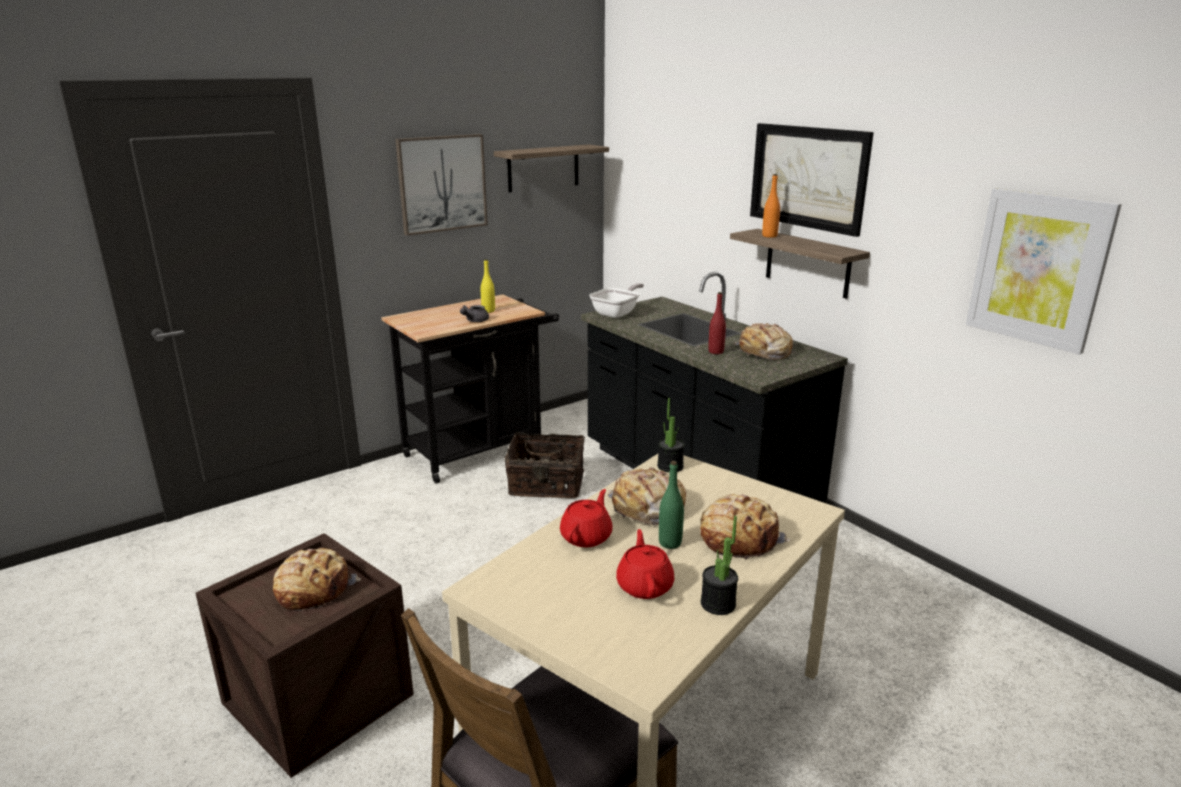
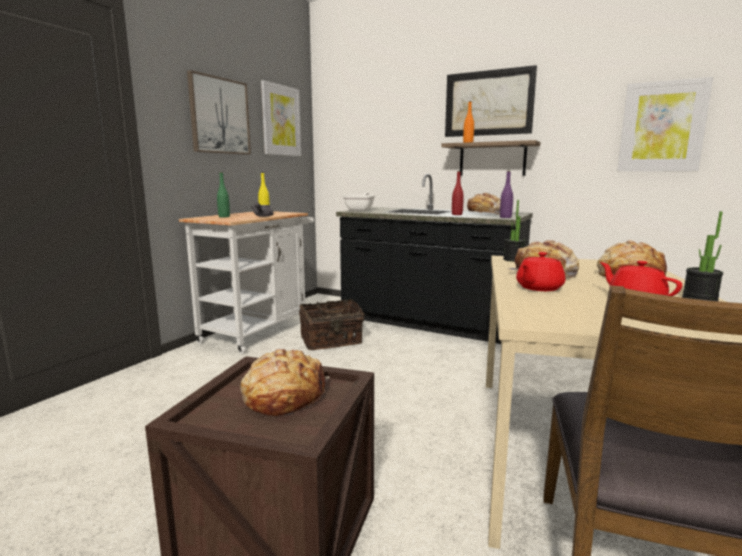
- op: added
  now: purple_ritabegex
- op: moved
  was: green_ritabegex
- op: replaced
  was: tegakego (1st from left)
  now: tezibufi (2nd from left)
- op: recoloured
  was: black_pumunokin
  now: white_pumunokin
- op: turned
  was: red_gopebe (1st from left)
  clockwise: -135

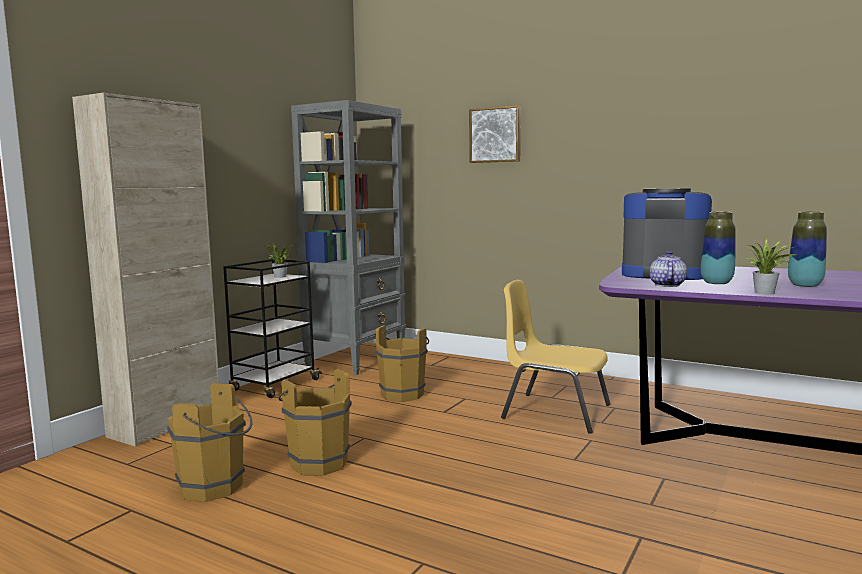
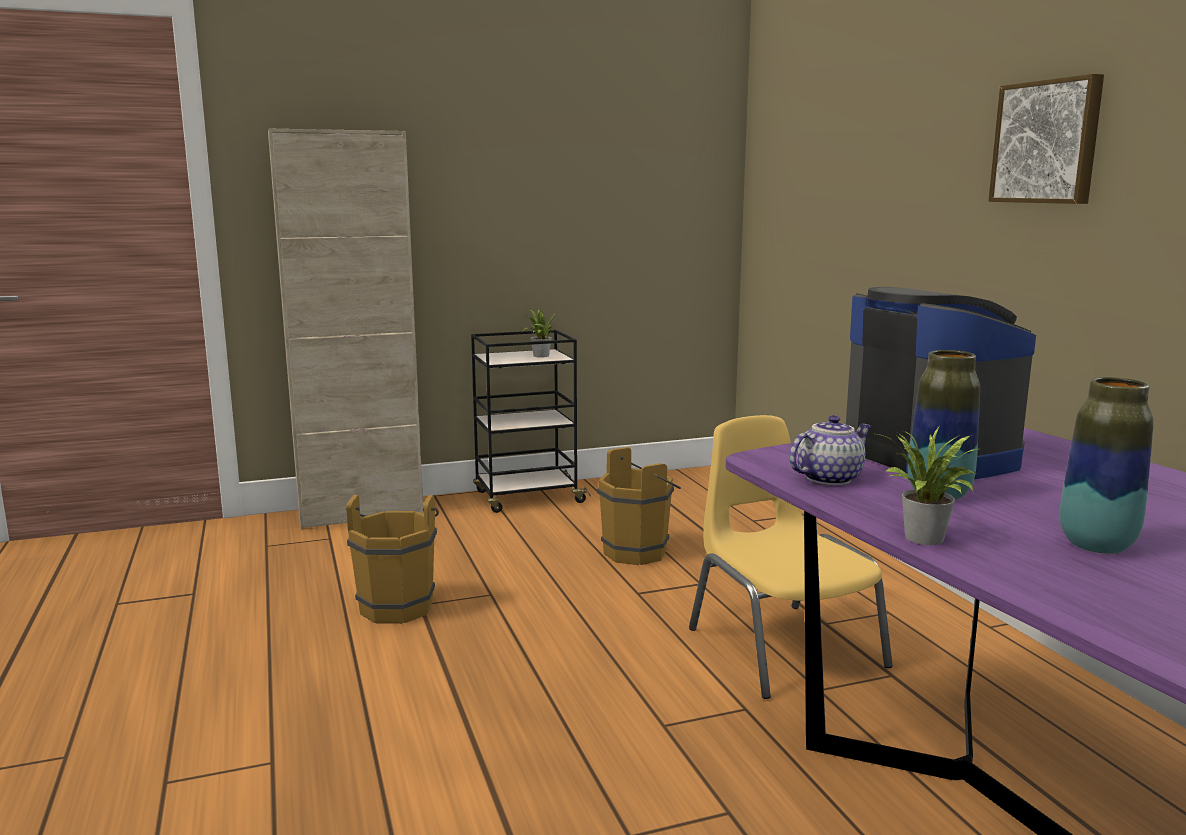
- op: removed
  was: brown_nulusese (1st from left)
- op: removed
  was: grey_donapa
- op: moved
  was: tezibufi

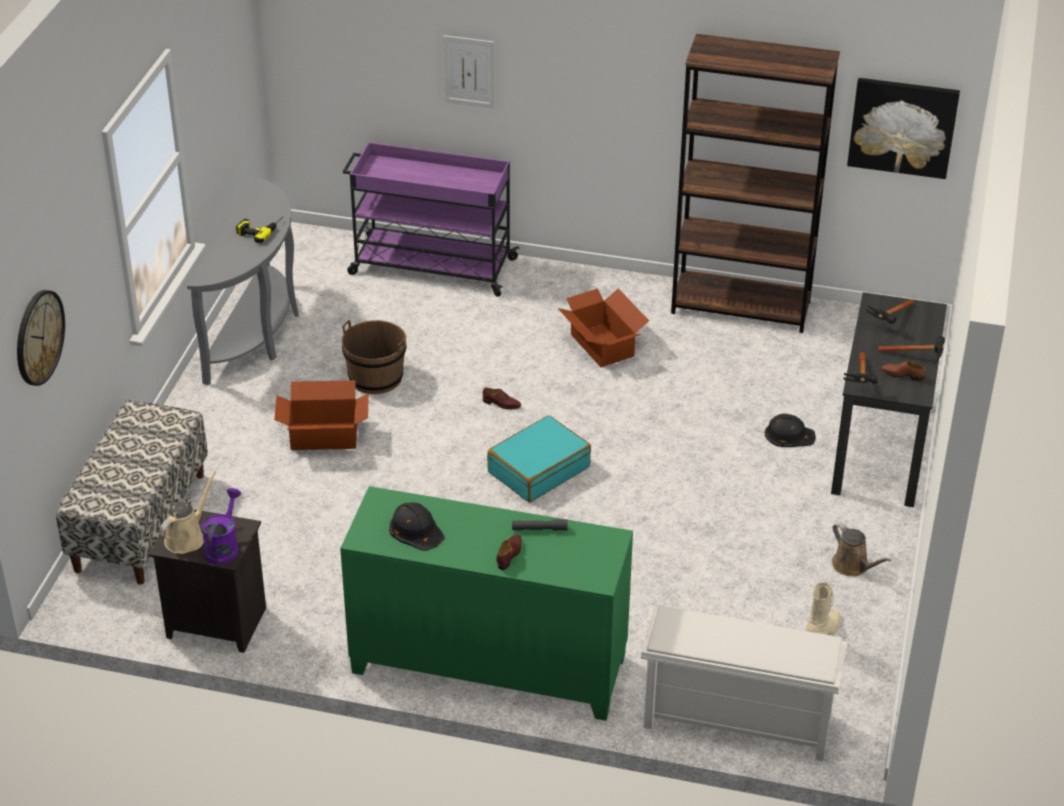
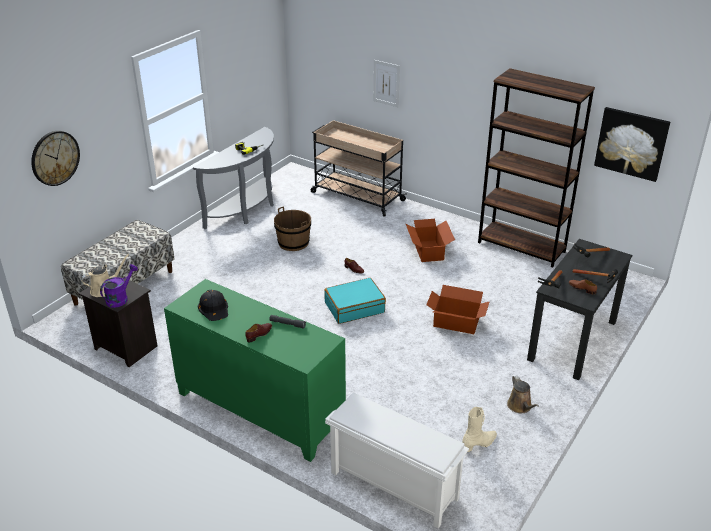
- op: removed
  was: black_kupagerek (2nd from left)
- op: moved
  was: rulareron (1st from left in the first image)
  now: rulareron (2nd from left)
- op: recoloured
  was: purple_pumunokin
  now: beige_pumunokin

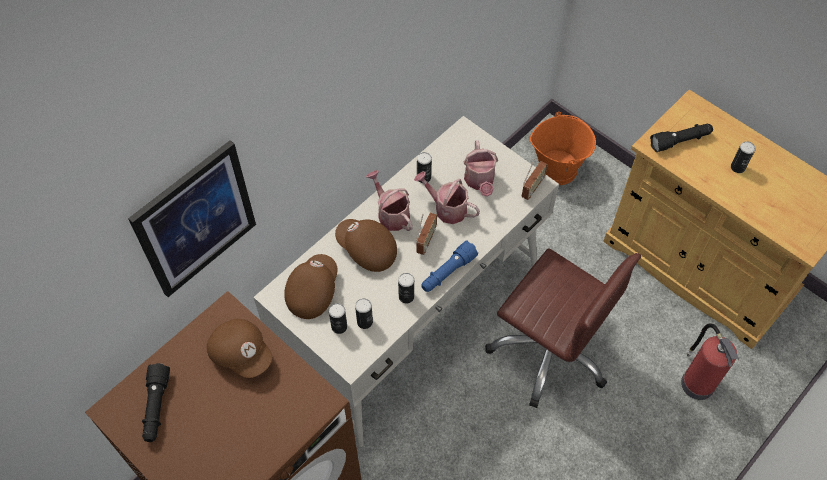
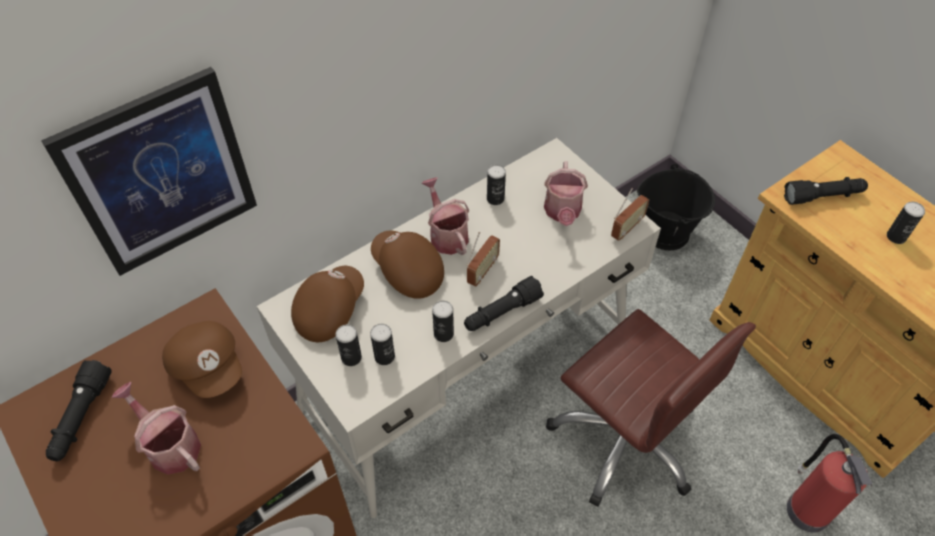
- op: moved
  was: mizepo (2nd from left in the first image)
  now: mizepo (1st from left)
- op: recoloured
  was: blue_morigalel
  now: black_morigalel (2nd from left)
- op: recoloured
  was: orange_nulusese
  now: black_nulusese

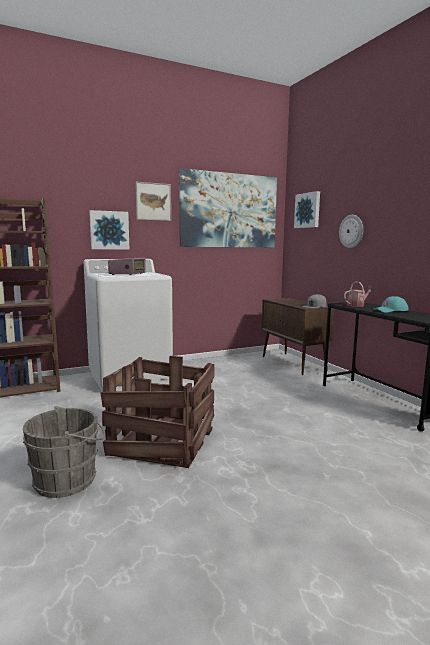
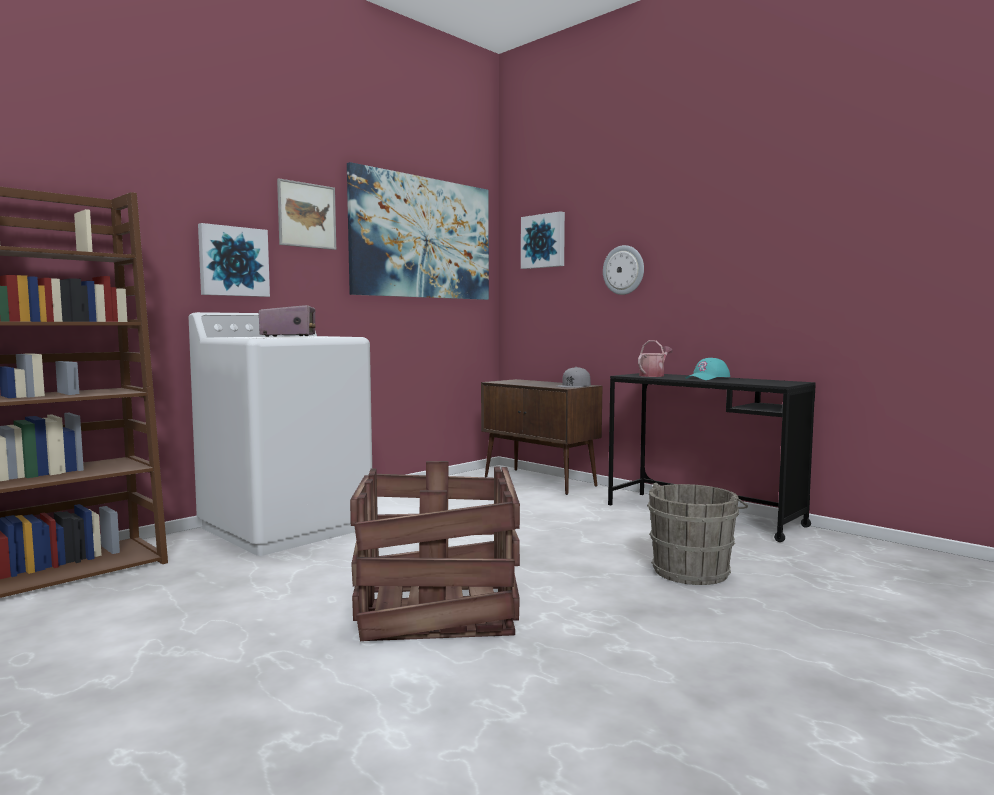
- op: moved
  was: grey_nulusese

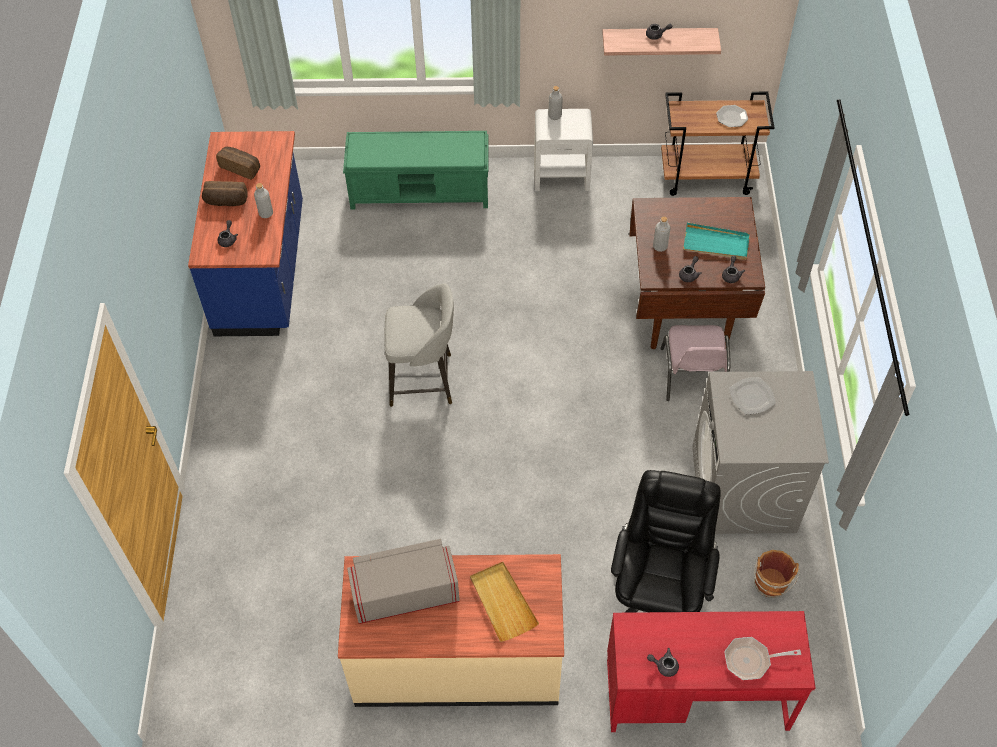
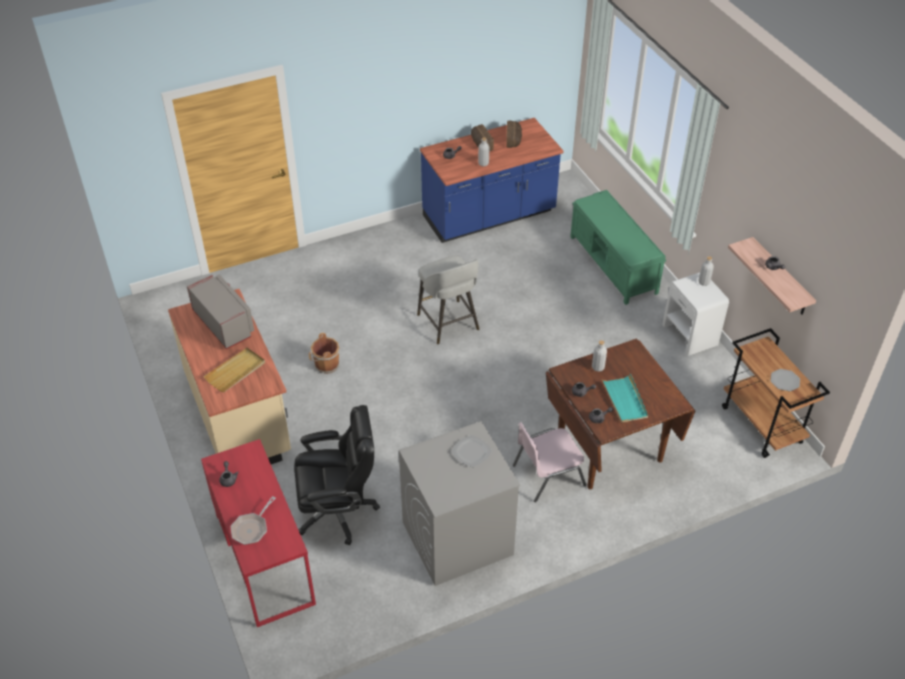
- op: moved
  was: brown_nulusese
- op: turned
  was: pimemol
  clockwise: -120

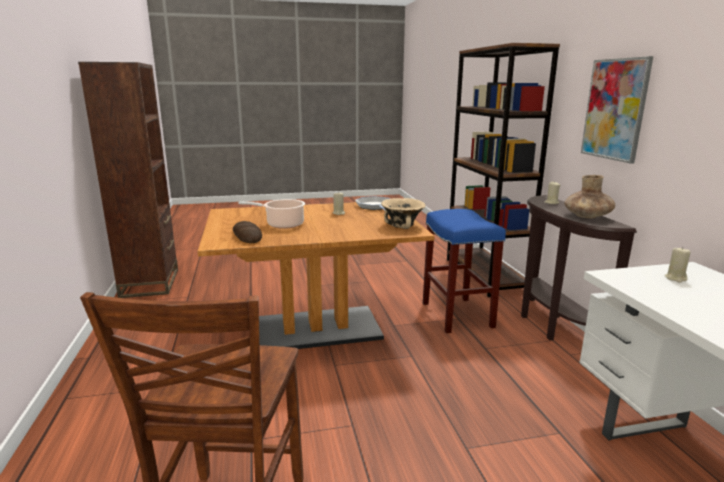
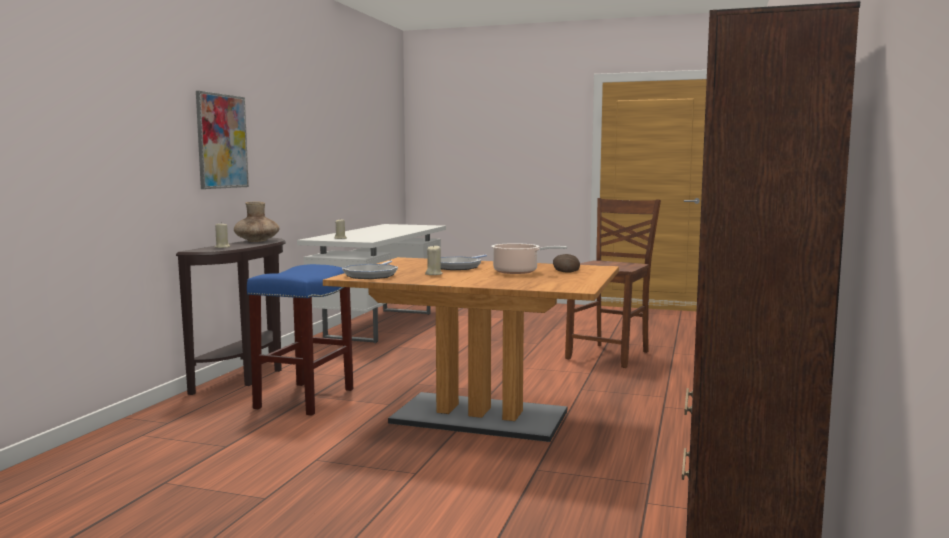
- op: removed
  was: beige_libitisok
- op: removed
  was: brown_donapa (2nd from left)
- op: added
  now: pimemol (2nd from left)

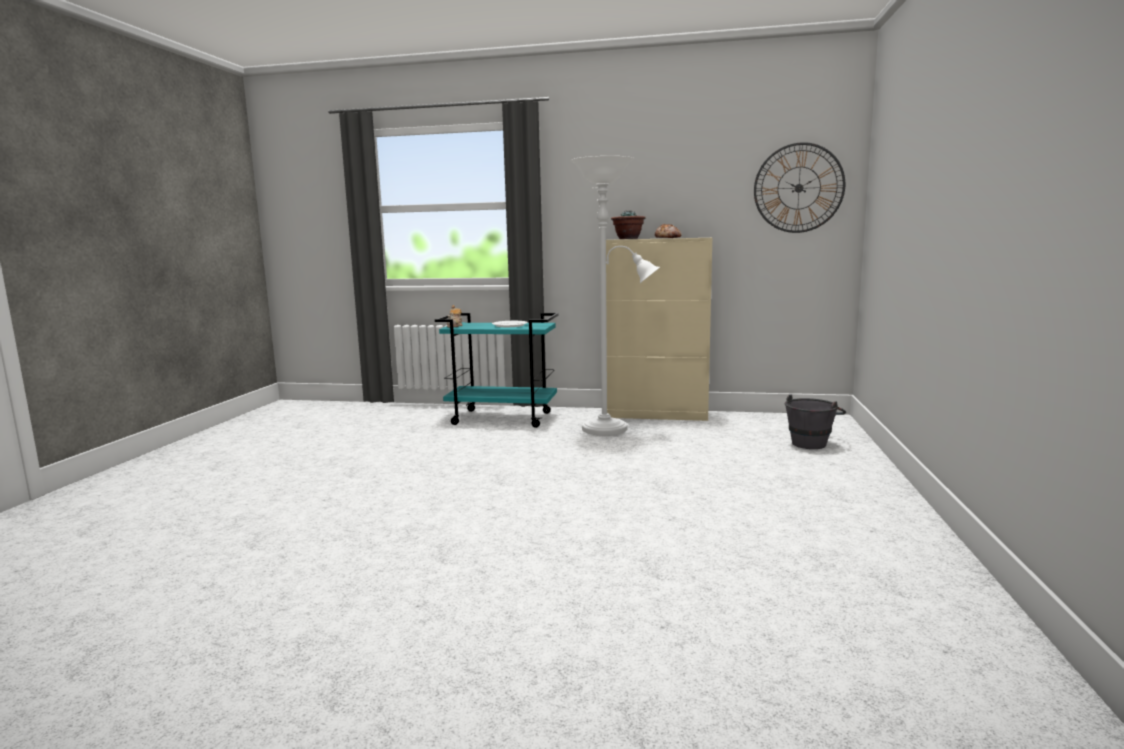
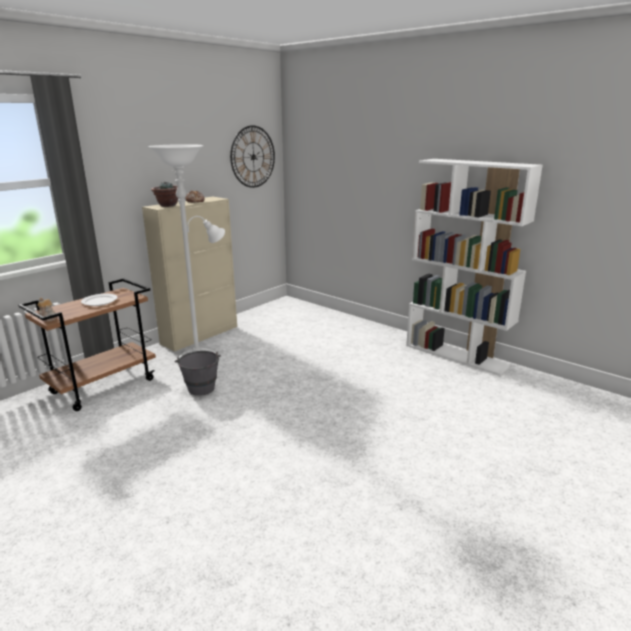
- op: added
  now: white_donapa
- op: moved
  was: grey_nulusese
- op: recoloured
  was: turquoise_pumunokin
  now: brown_pumunokin

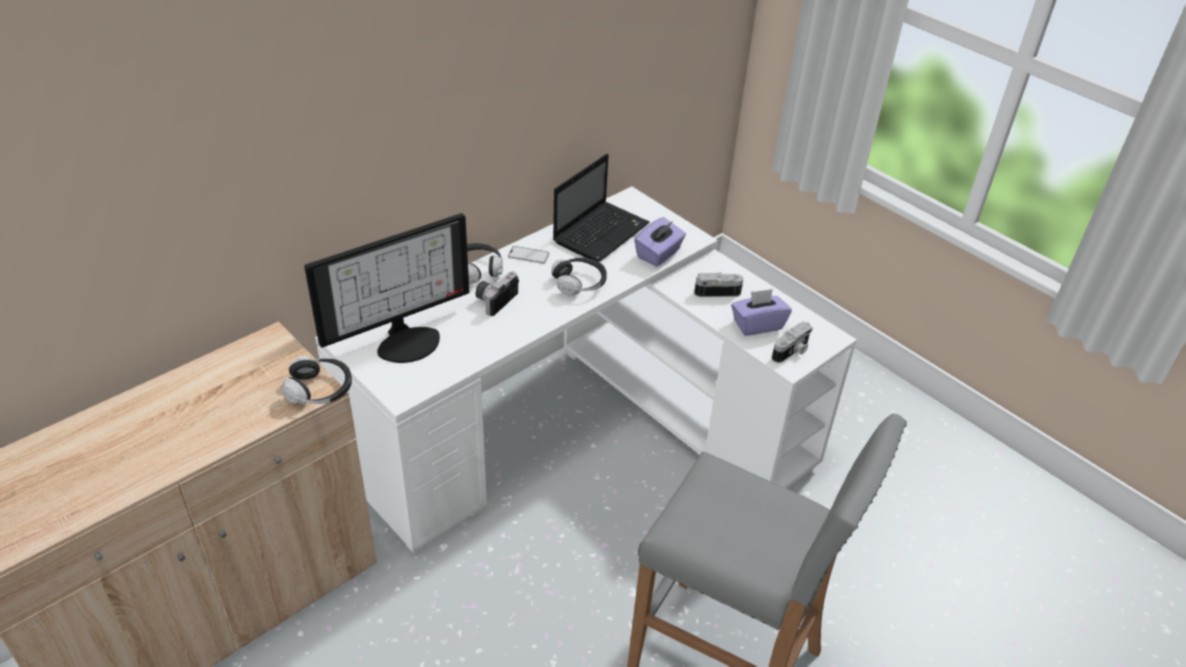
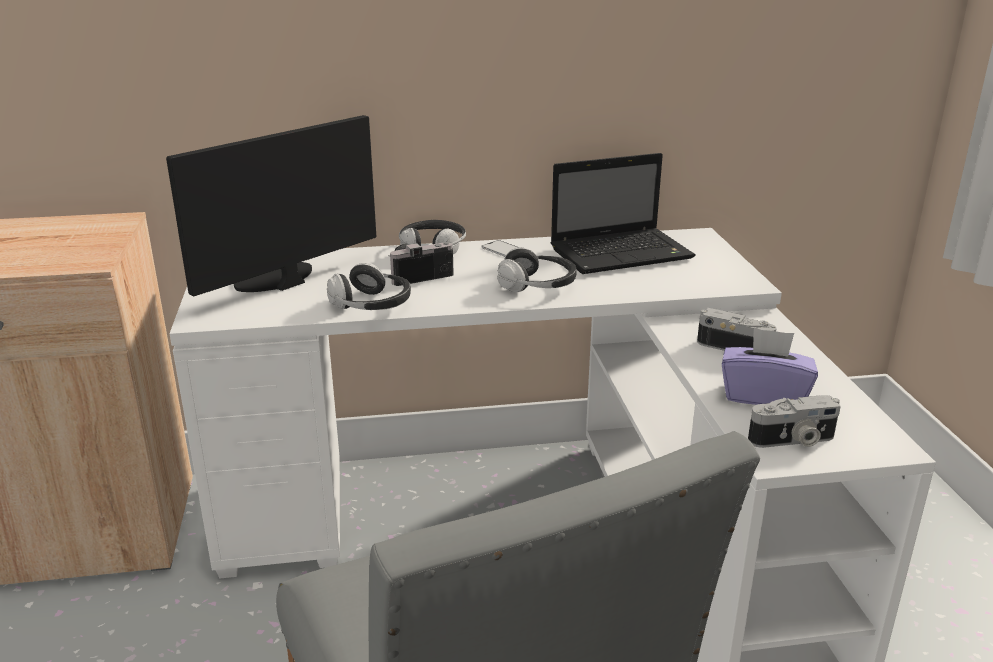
- op: removed
  was: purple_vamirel (1st from left)
- op: moved
  was: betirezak (1st from left)
- op: turned
  was: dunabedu
  clockwise: 135

